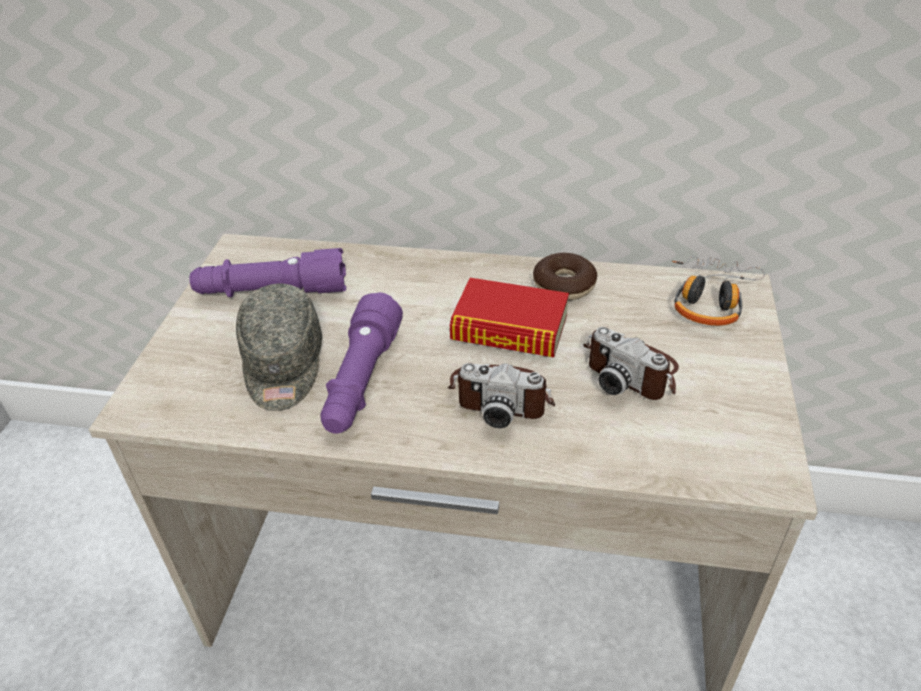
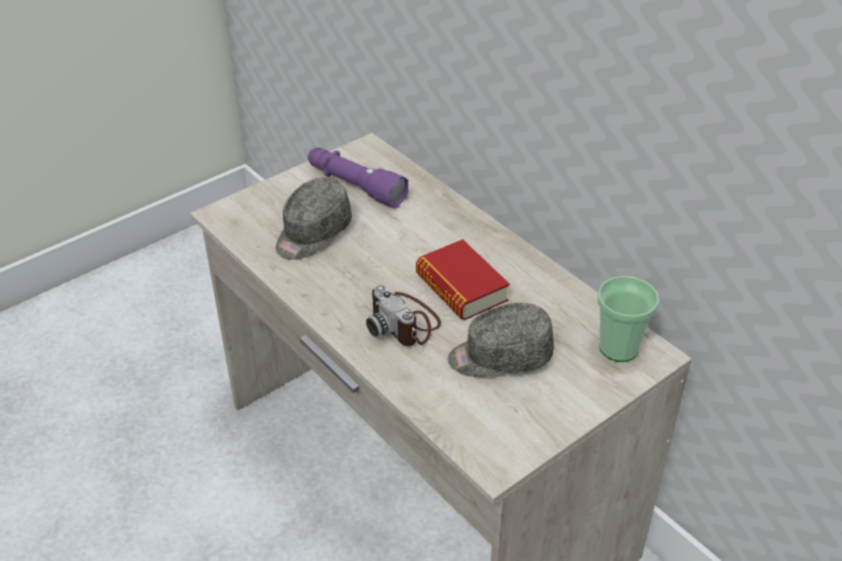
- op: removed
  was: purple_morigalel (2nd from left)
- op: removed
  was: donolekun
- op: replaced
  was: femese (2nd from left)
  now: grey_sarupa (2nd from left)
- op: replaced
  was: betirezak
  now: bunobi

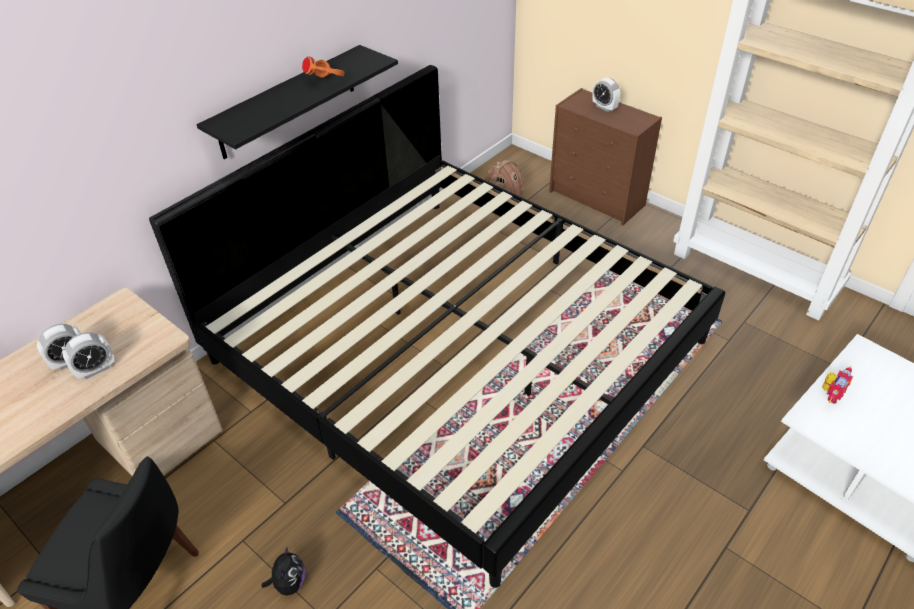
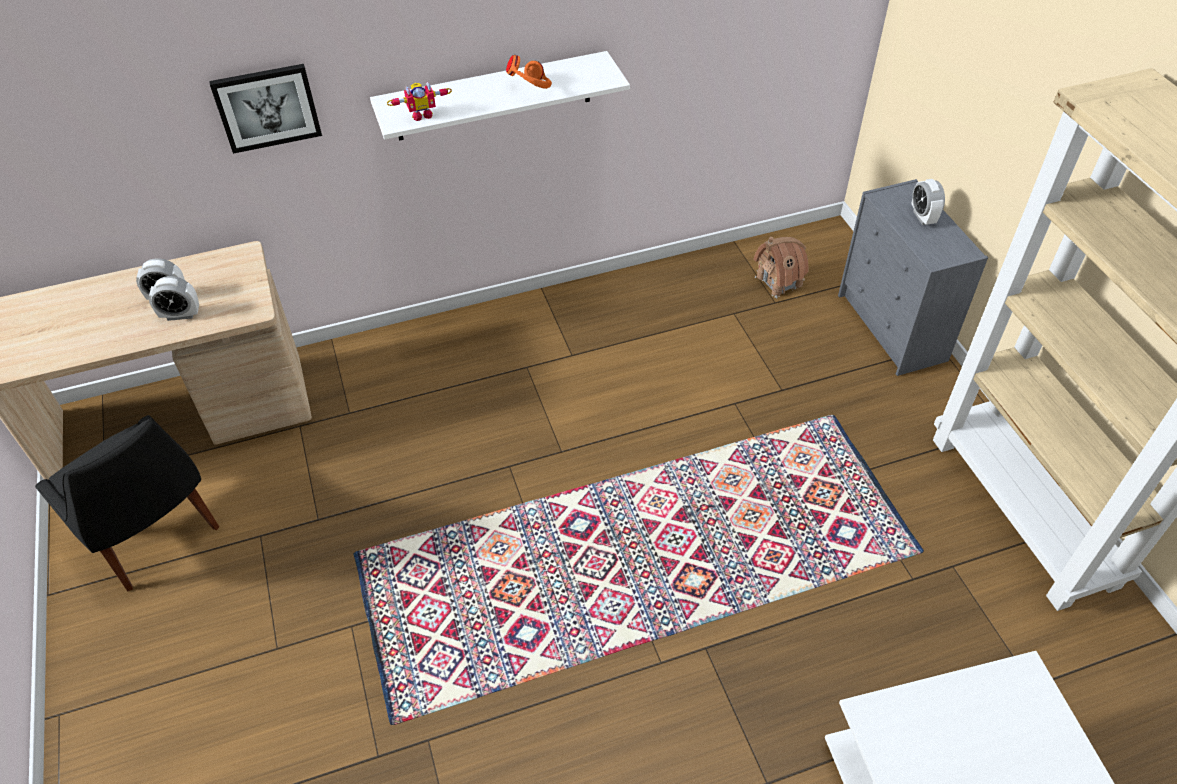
- op: removed
  was: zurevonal
- op: removed
  was: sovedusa
- op: added
  now: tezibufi
- op: moved
  was: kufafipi
- op: recoloured
  was: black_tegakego
  now: white_tegakego
- op: recoloured
  was: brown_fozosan
  now: grey_fozosan

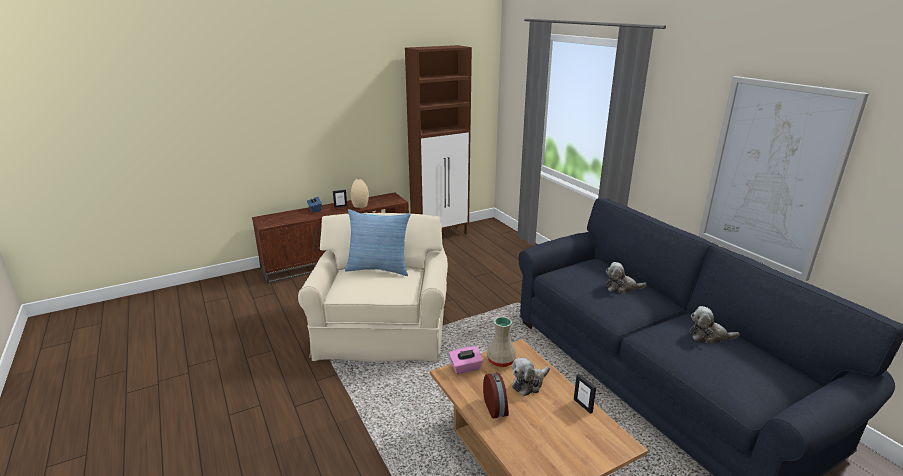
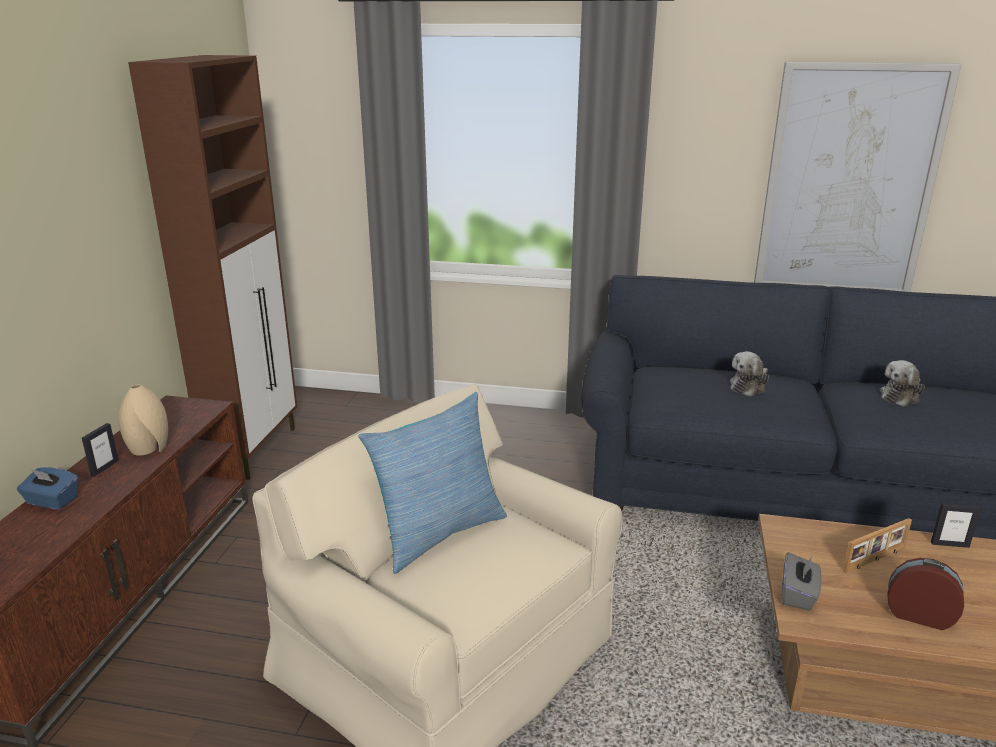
- op: removed
  was: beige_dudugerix (2nd from left)
- op: replaced
  was: sovedusa (1st from left)
  now: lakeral (2nd from left)
- op: recoloured
  was: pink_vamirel
  now: grey_vamirel

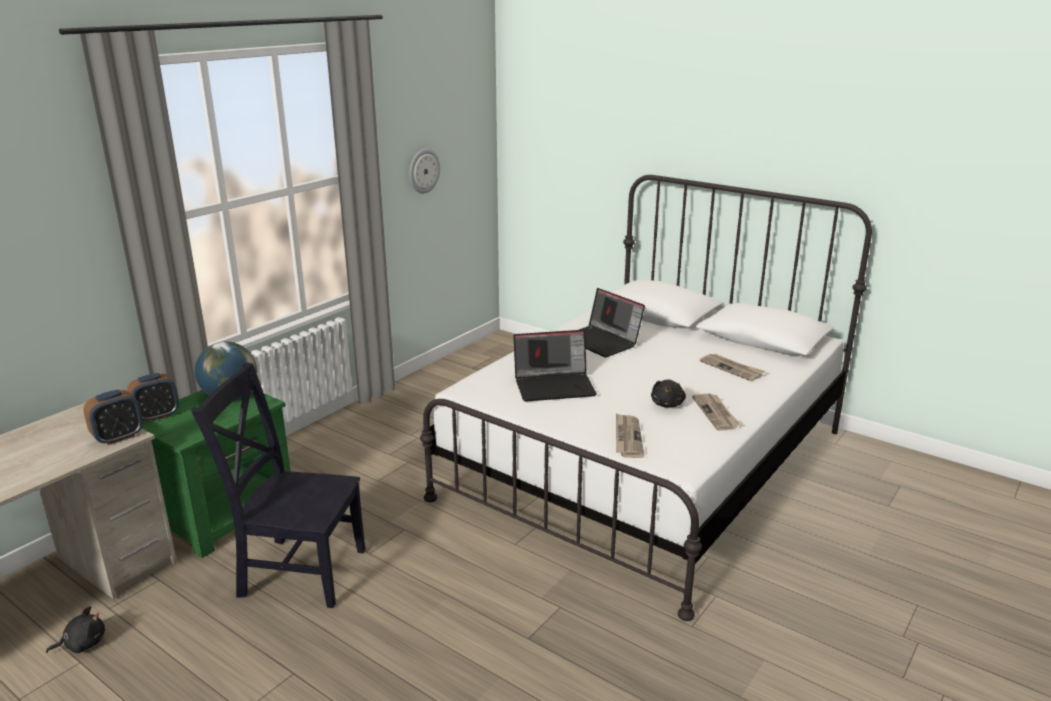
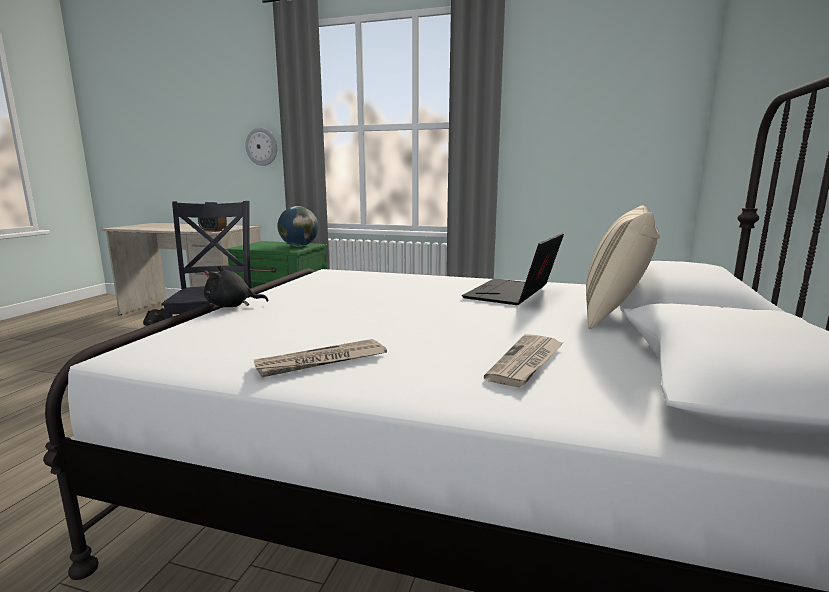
- op: removed
  was: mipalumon (2nd from left)
- op: removed
  was: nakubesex (1st from left)
- op: removed
  was: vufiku (1st from left)
- op: added
  now: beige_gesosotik
- op: moved
  was: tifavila
- op: moved
  was: black_sovedusa (2nd from left)

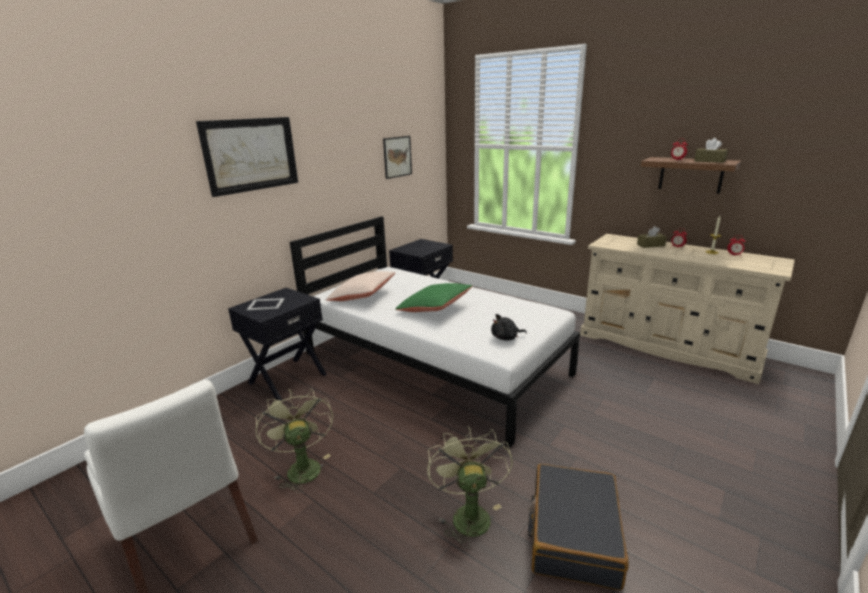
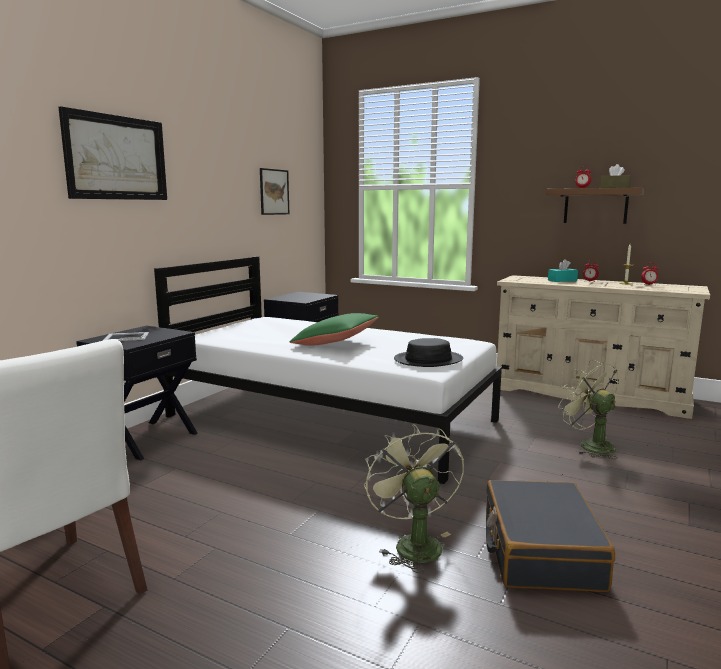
- op: removed
  was: beige_gesosotik
- op: moved
  was: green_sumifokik (1st from left in the first image)
  now: green_sumifokik (2nd from left)
- op: replaced
  was: black_sovedusa
  now: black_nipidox
- op: recoloured
  was: brown_vamirel (1st from left)
  now: turquoise_vamirel

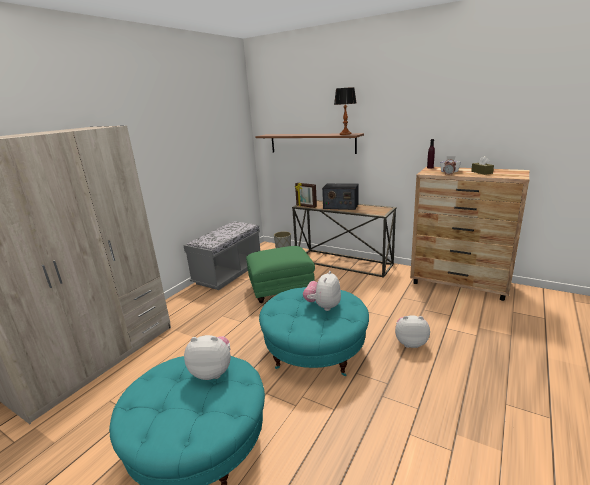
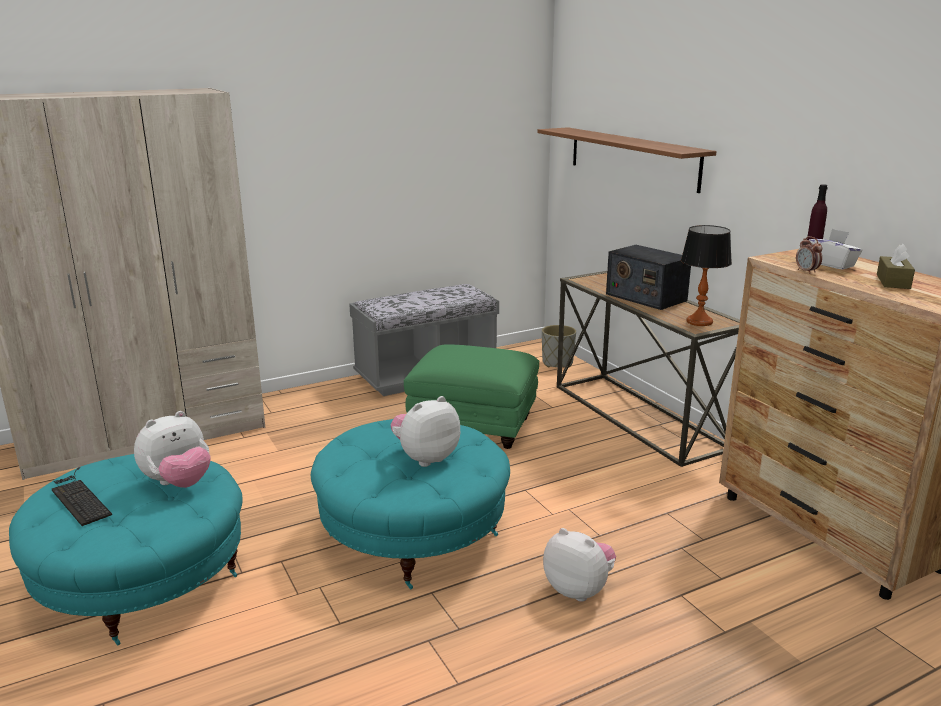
- op: removed
  was: lakeral
- op: added
  now: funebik
- op: moved
  was: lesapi
- op: turned
  was: sovedusa (1st from left)
  clockwise: 105

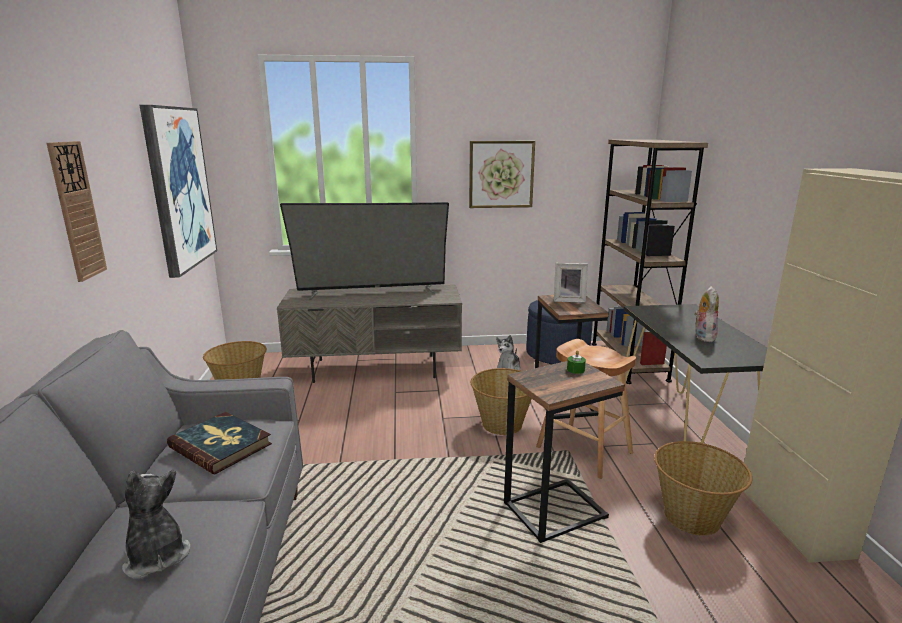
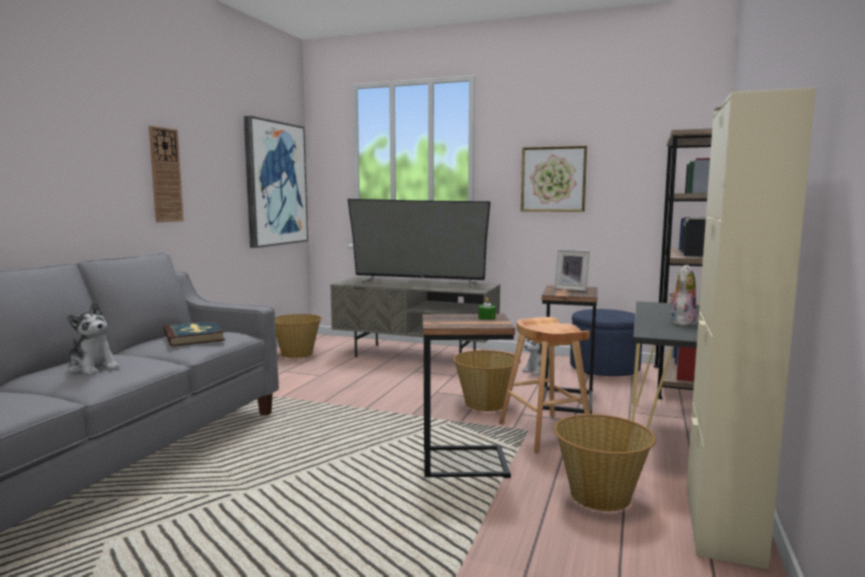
- op: turned
  was: sovedusa (1st from left)
  clockwise: 135

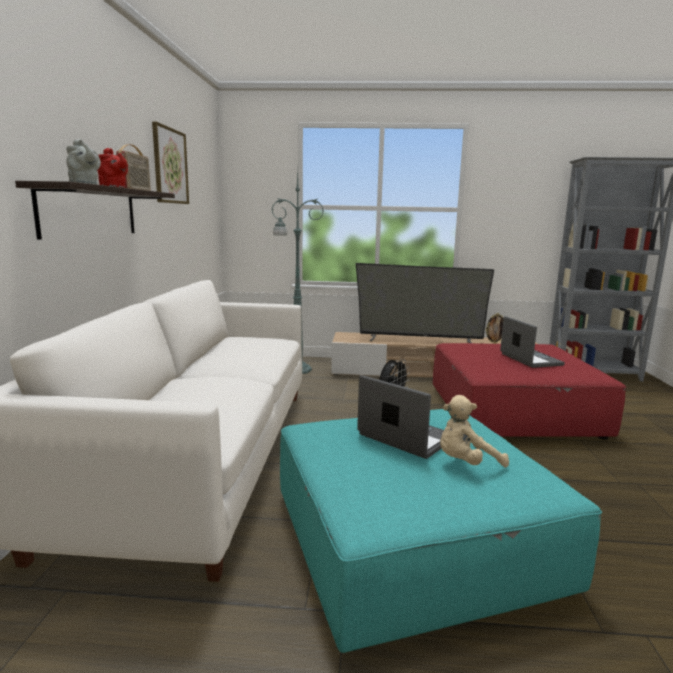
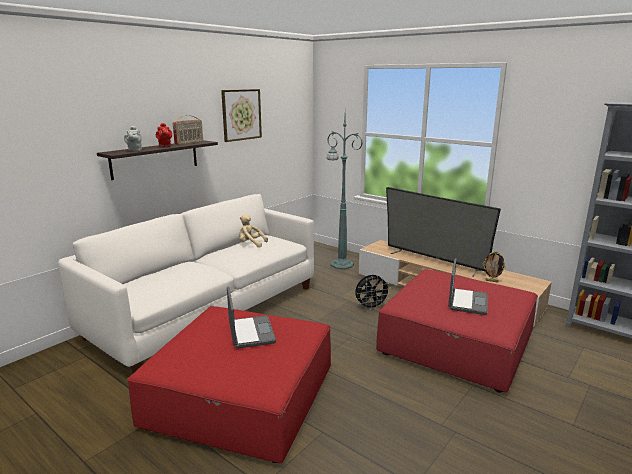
- op: moved
  was: beige_sovedusa
- op: recoloured
  was: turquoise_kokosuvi
  now: red_kokosuvi (1st from left)

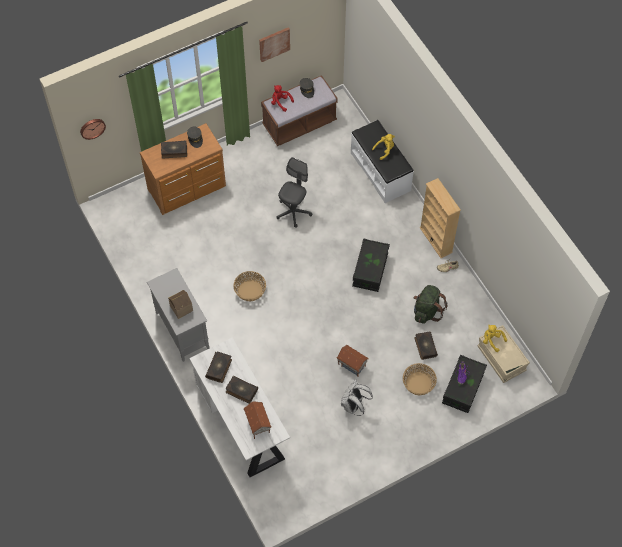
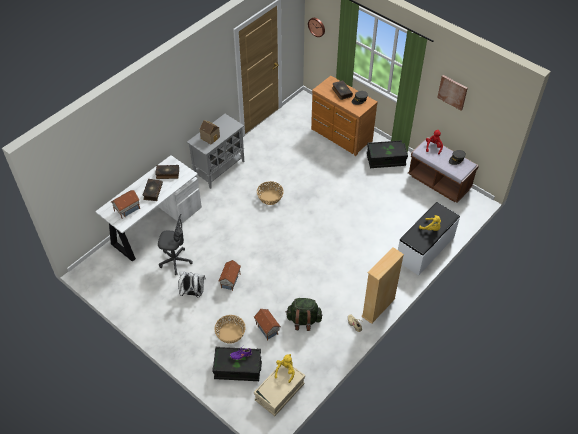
- op: moved
  was: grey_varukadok
- op: moved
  was: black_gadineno (1st from left in the first image)
  now: black_gadineno (2nd from left)
- op: replaced
  was: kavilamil (4th from left)
  now: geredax (4th from left)

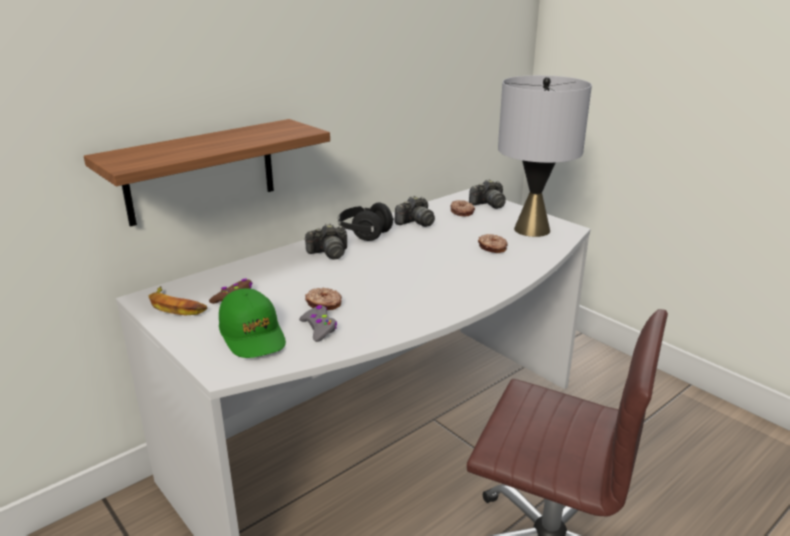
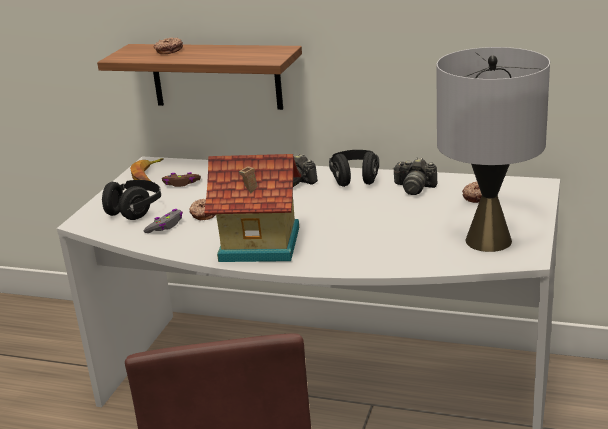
- op: removed
  was: femese (3rd from left)
- op: added
  now: geredax
- op: moved
  was: donolekun (3rd from left in the first image)
  now: donolekun (1st from left)
- op: replaced
  was: green_sarupa
  now: black_betirezak (1st from left)

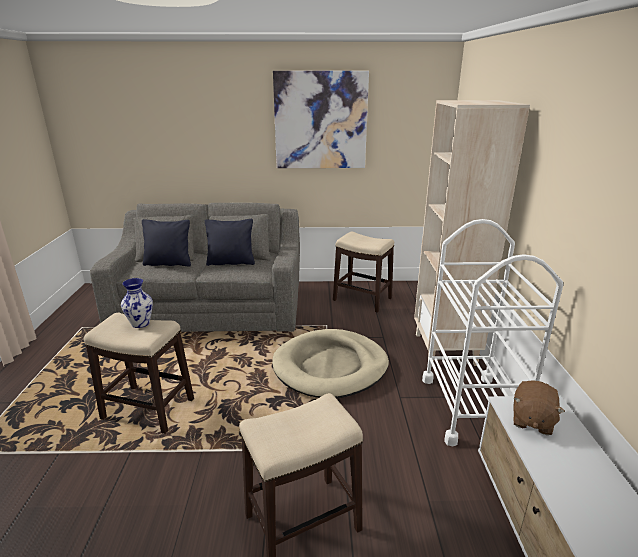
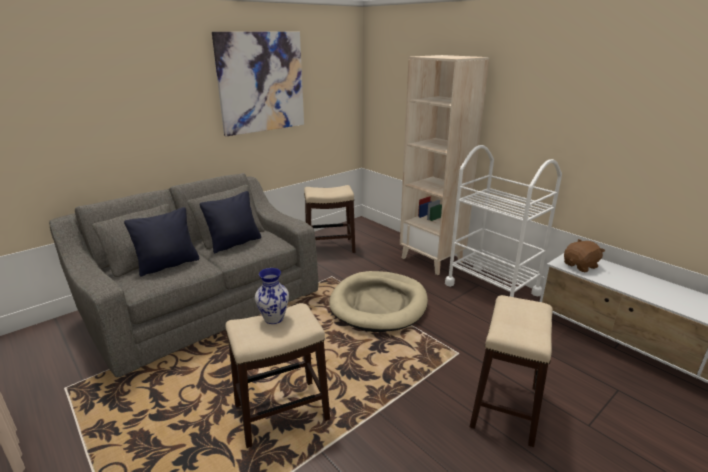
- op: turned
  was: brown_sovedusa
  clockwise: -105

